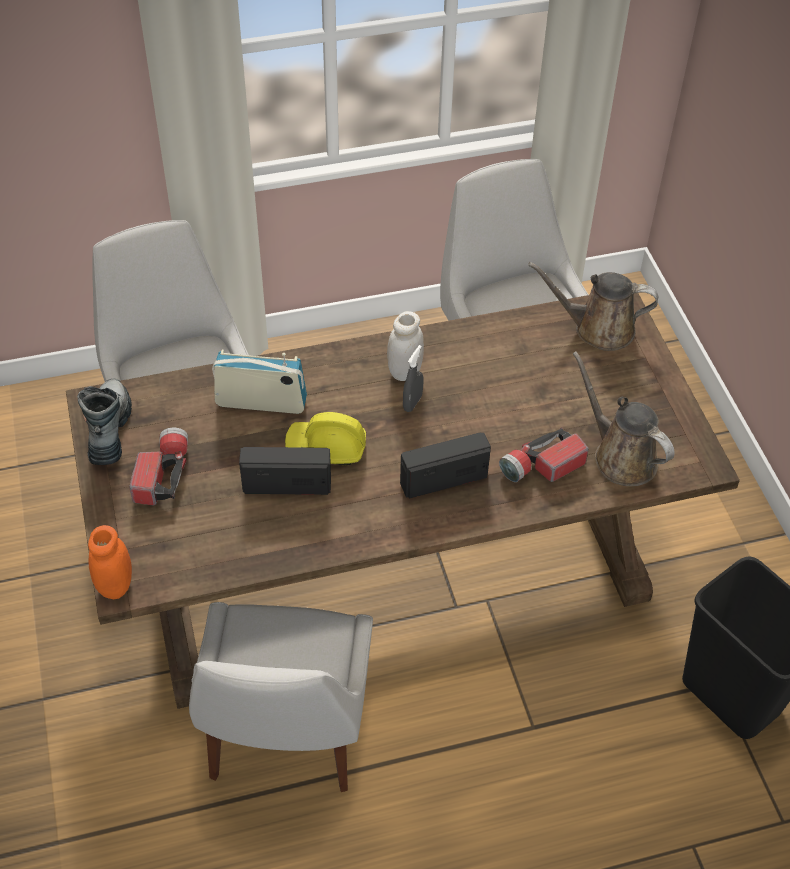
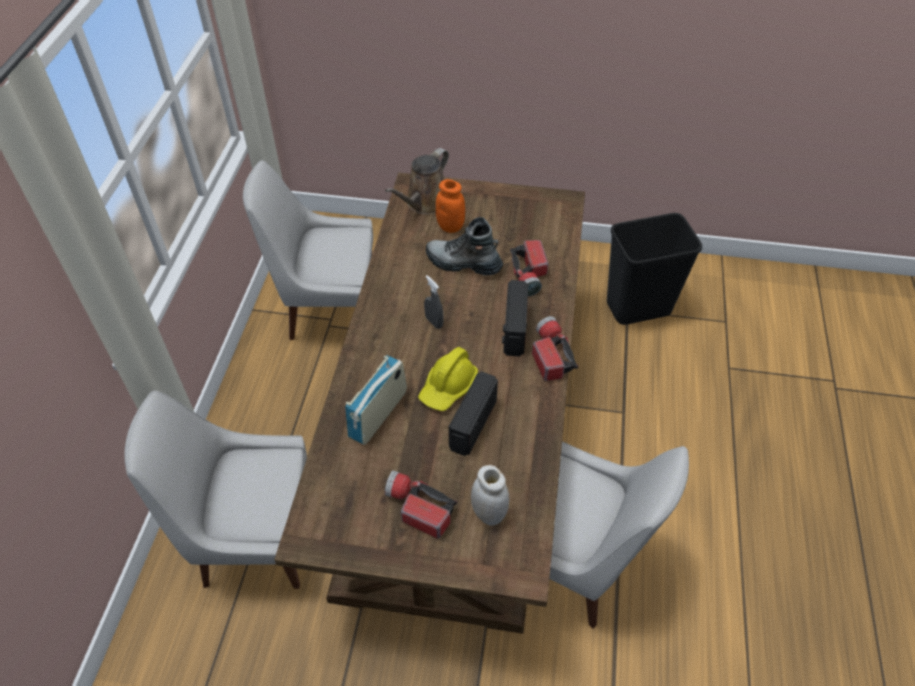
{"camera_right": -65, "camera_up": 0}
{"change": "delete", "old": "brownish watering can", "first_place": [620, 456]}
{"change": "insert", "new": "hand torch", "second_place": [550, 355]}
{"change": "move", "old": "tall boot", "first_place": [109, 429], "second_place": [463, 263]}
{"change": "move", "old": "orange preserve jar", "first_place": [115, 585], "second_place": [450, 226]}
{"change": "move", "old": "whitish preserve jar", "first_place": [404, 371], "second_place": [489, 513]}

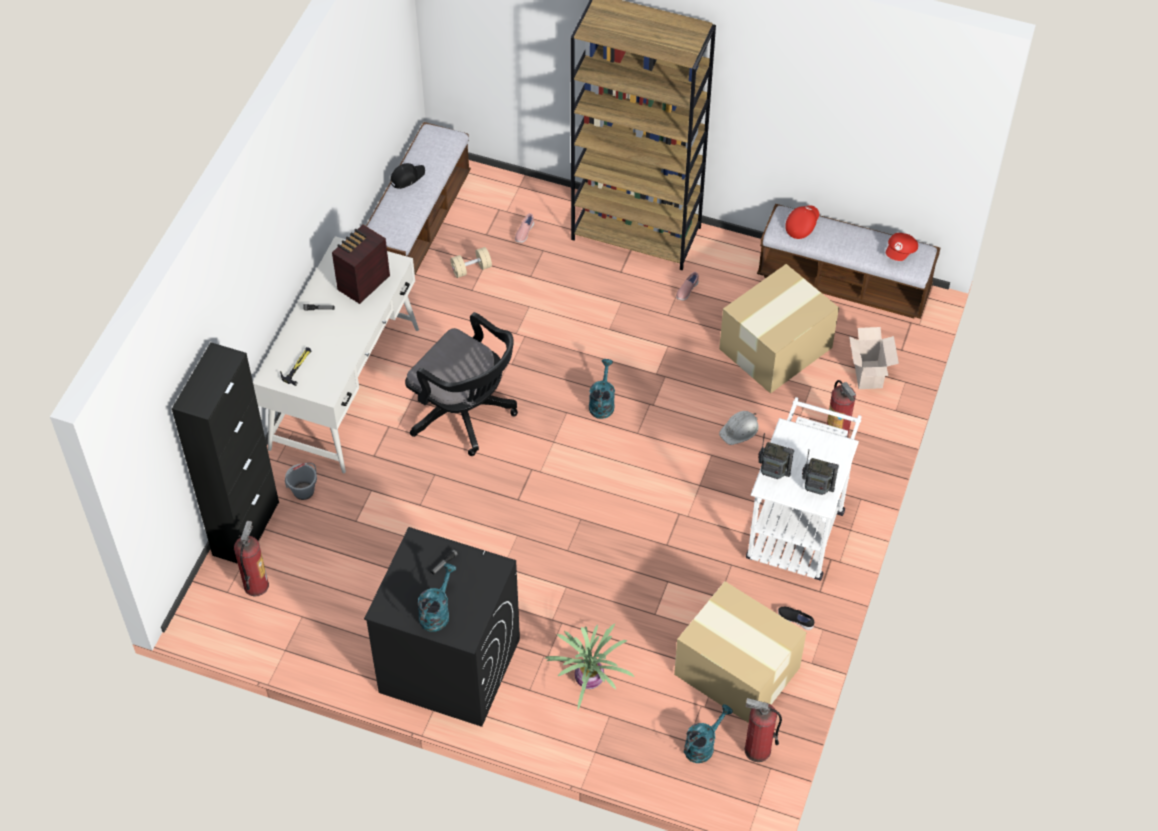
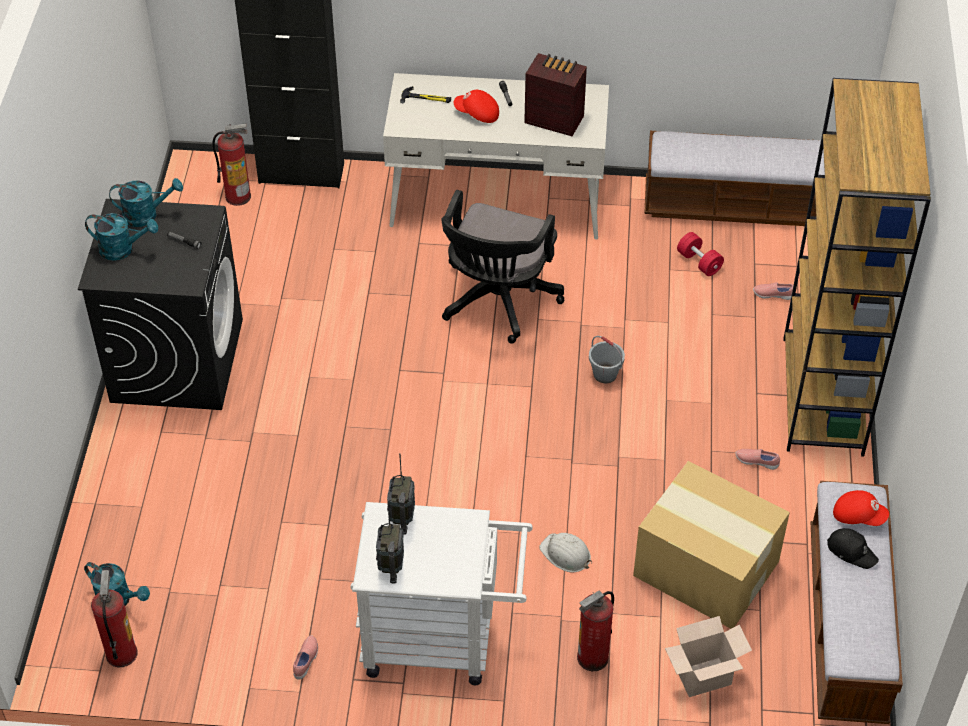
{"camera_right": 75, "camera_up": -5}
{"change": "delete", "old": "potted plant", "first_place": [588, 681]}
{"change": "delete", "old": "packing box", "first_place": [738, 672]}
{"change": "move", "old": "gray bucket", "first_place": [303, 491], "second_place": [605, 374]}
{"change": "move", "old": "black-coloured peaked cap", "first_place": [407, 177], "second_place": [851, 551]}
{"change": "move", "old": "blue-green watering can", "first_place": [602, 403], "second_place": [147, 215]}
{"change": "move", "old": "reddish peaked cap", "first_place": [900, 252], "second_place": [477, 114]}
{"change": "recolor", "old": "beige free weight", "new": "reddish free weight", "first_place": [471, 269], "second_place": [699, 262]}
{"change": "recolor", "old": "black-coloured item of footwear", "new": "pink-coloured item of footwear", "first_place": [795, 619], "second_place": [306, 660]}

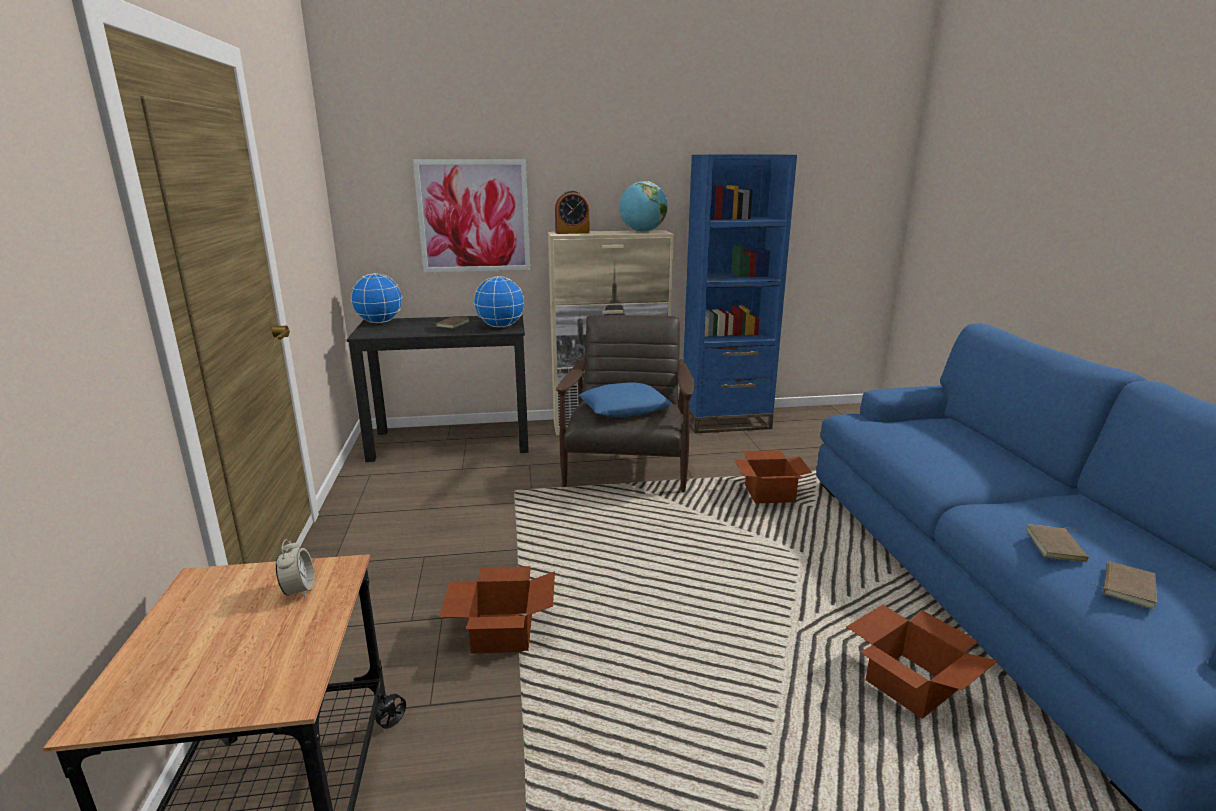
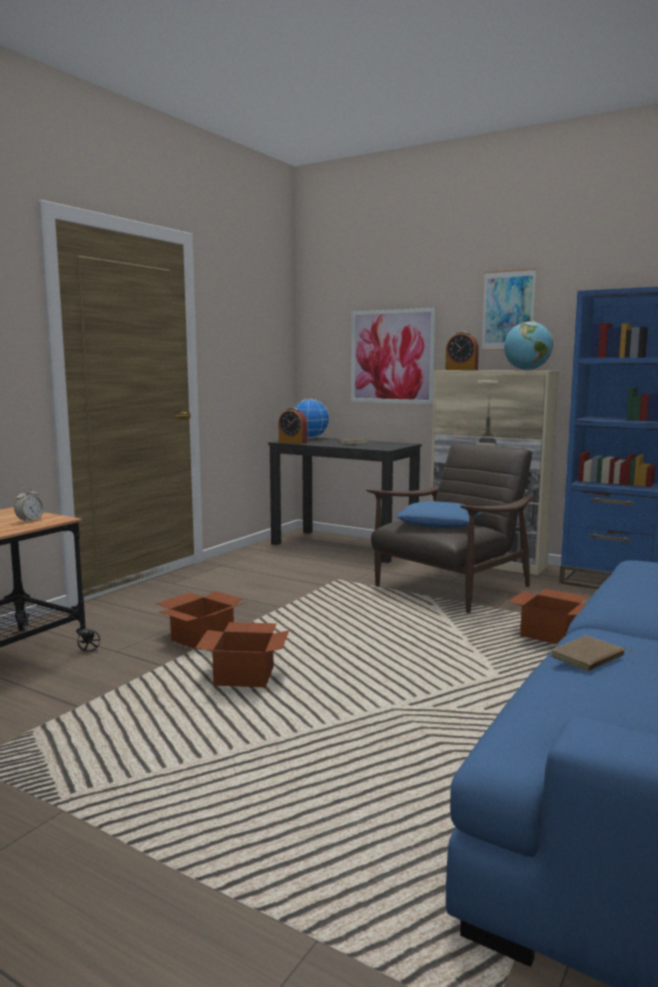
{"camera_right": 40, "camera_up": -10}
{"change": "delete", "old": "globe", "first_place": [500, 326]}
{"change": "delete", "old": "brownish bound book", "first_place": [1125, 586]}
{"change": "insert", "new": "bedside clock", "second_place": [293, 442]}
{"change": "insert", "new": "wall art", "second_place": [508, 310]}
{"change": "move", "old": "packing box", "first_place": [909, 684], "second_place": [246, 676]}

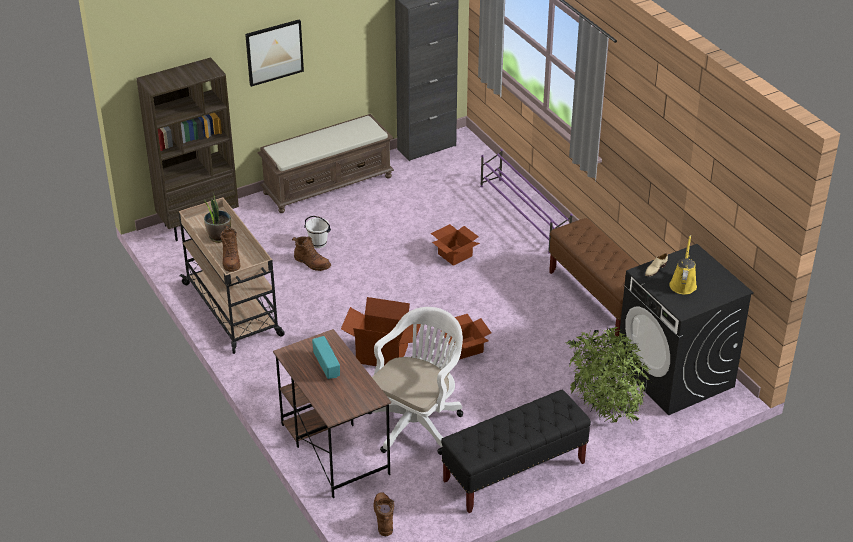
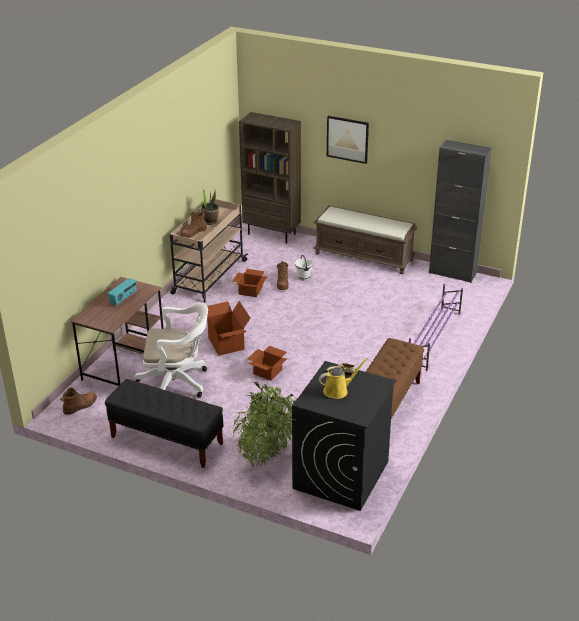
{"camera_right": 55, "camera_up": -5}
{"change": "move", "old": "packing box", "first_place": [455, 254], "second_place": [251, 290]}

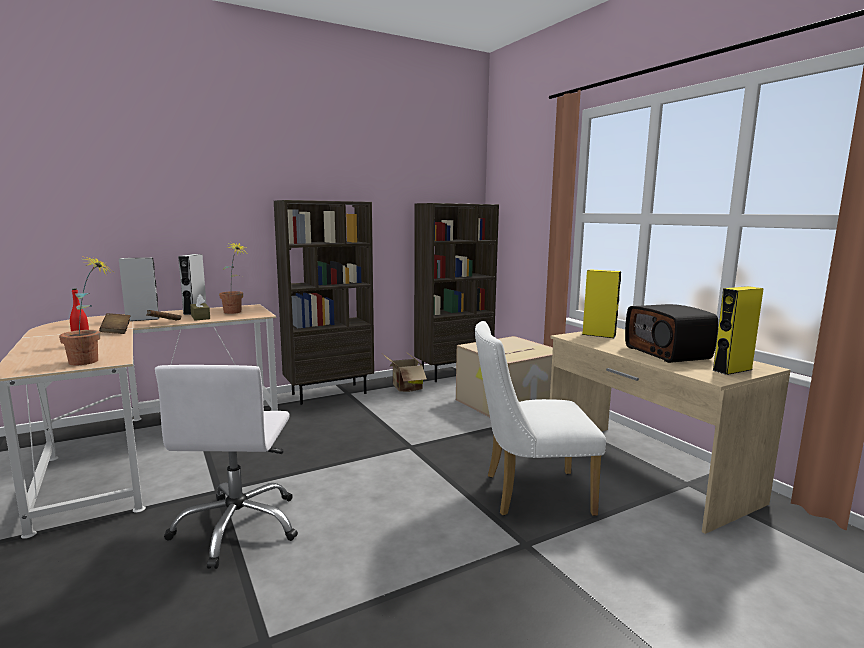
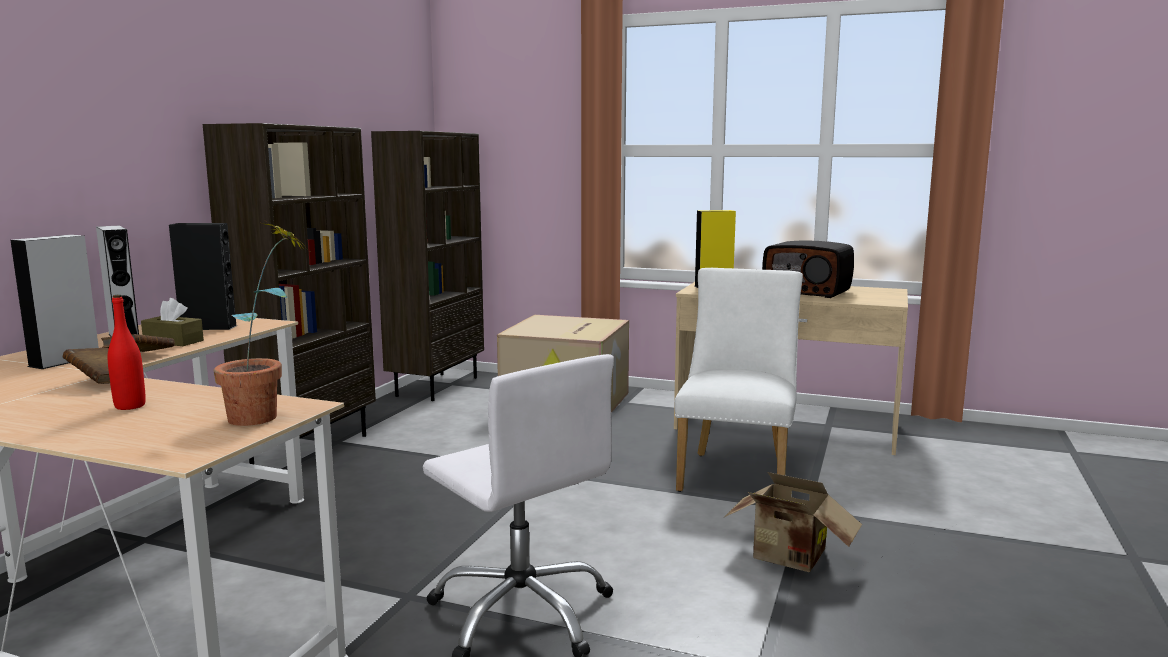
{"camera_right": -40, "camera_up": 0}
{"change": "delete", "old": "yellow-coloured loudspeaker", "first_place": [732, 370]}
{"change": "move", "old": "packing box", "first_place": [405, 388], "second_place": [789, 559]}
{"change": "replace", "old": "potted plant", "new": "black-coloured loudspeaker", "first_place": [235, 312], "second_place": [208, 327]}
{"change": "rotate", "old": "whitish upright chair", "first_place": [529, 494], "second_place": [736, 473], "degrees": 150}

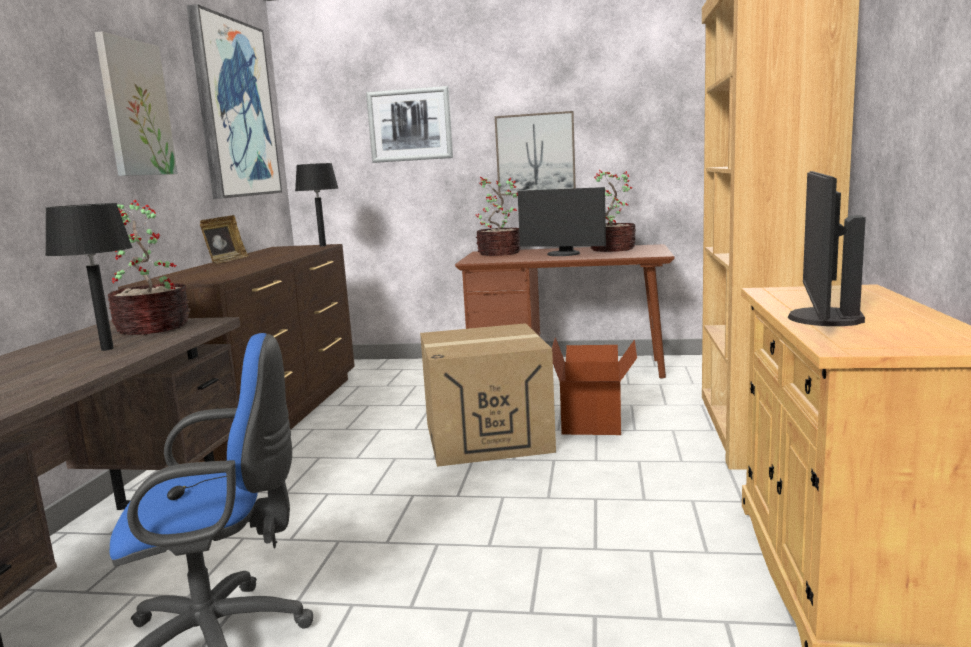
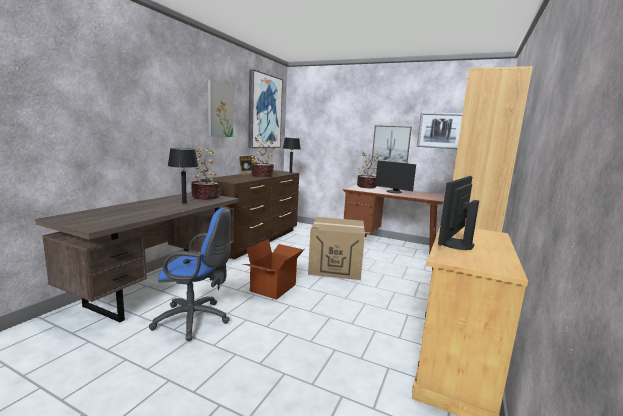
{"camera_right": 15, "camera_up": 0}
{"change": "move", "old": "wall art", "first_place": [410, 125], "second_place": [440, 130]}
{"change": "move", "old": "packing box", "first_place": [593, 422], "second_place": [274, 288]}
{"change": "move", "old": "potted plant", "first_place": [612, 249], "second_place": [261, 176]}

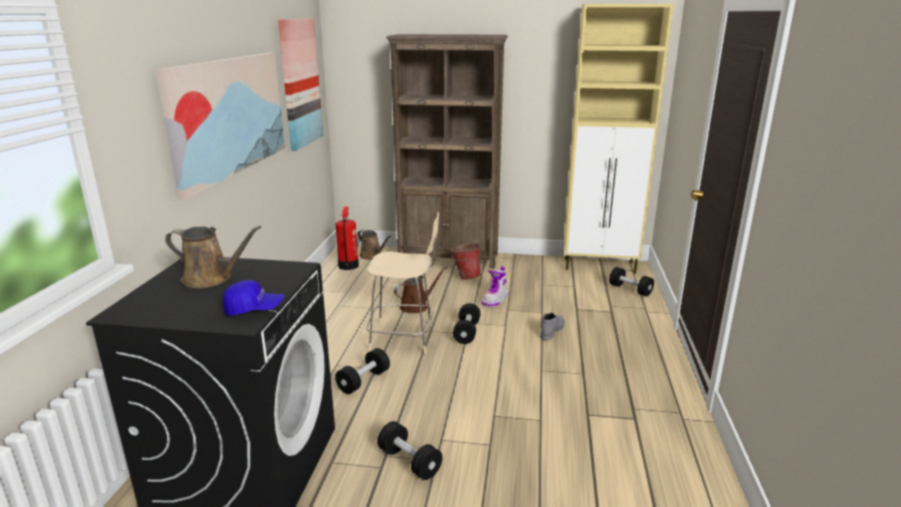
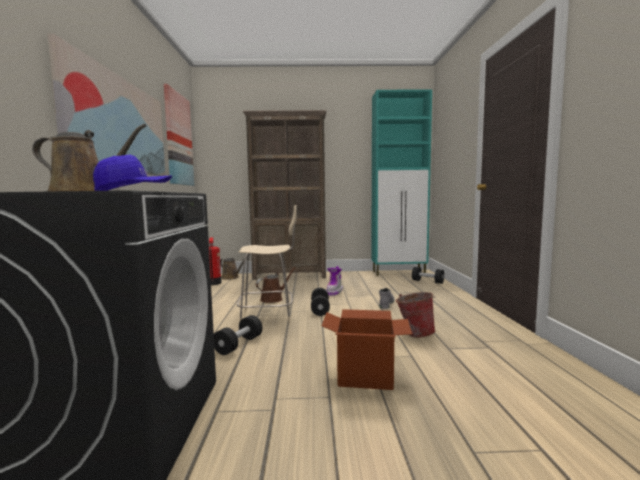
{"camera_right": -10, "camera_up": -15}
{"change": "delete", "old": "black-coloured free weight", "first_place": [409, 461]}
{"change": "insert", "new": "packing box", "second_place": [366, 377]}
{"change": "move", "old": "bucket", "first_place": [466, 276], "second_place": [415, 334]}
{"change": "recolor", "old": "beige cabinet", "new": "blue-green cabinet", "first_place": [600, 266], "second_place": [399, 273]}

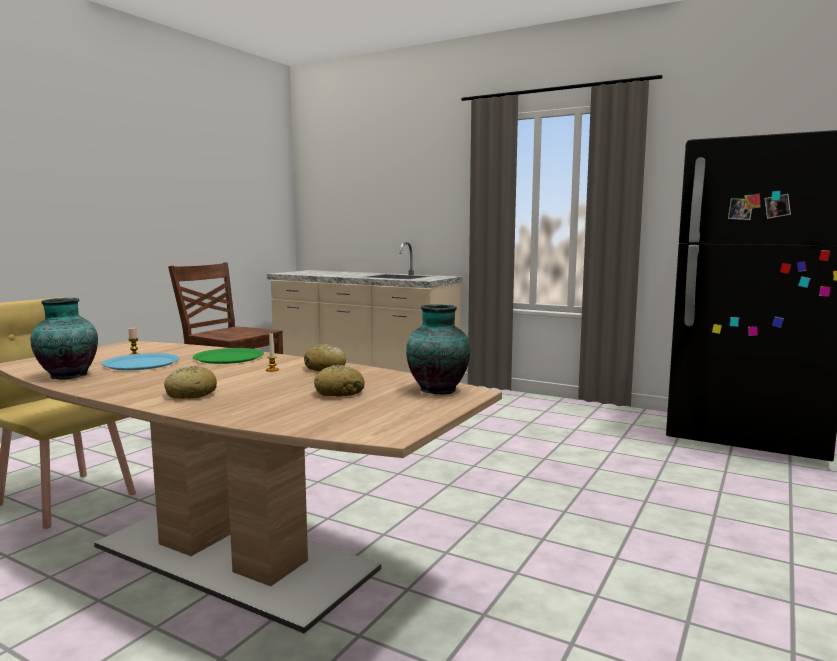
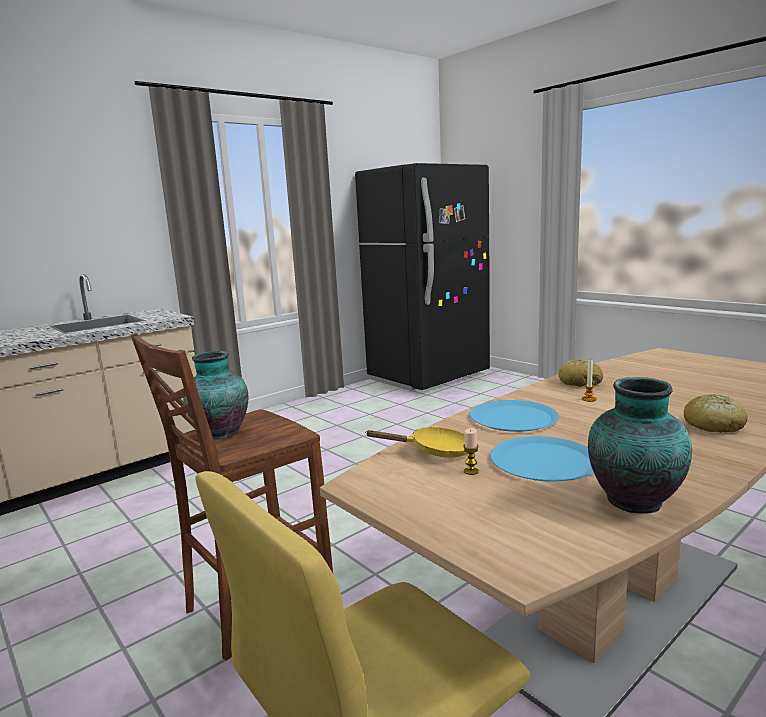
{"camera_right": -70, "camera_up": 5}
{"change": "delete", "old": "bakery bread", "first_place": [339, 393]}
{"change": "insert", "new": "yellow-coloured pan", "second_place": [435, 451]}
{"change": "move", "old": "vase", "first_place": [438, 389], "second_place": [219, 433]}
{"change": "recolor", "old": "green plate", "new": "bluish plate", "first_place": [228, 357], "second_place": [513, 418]}

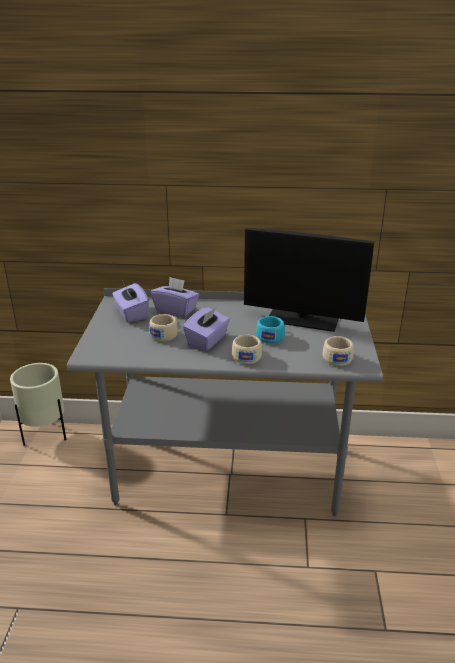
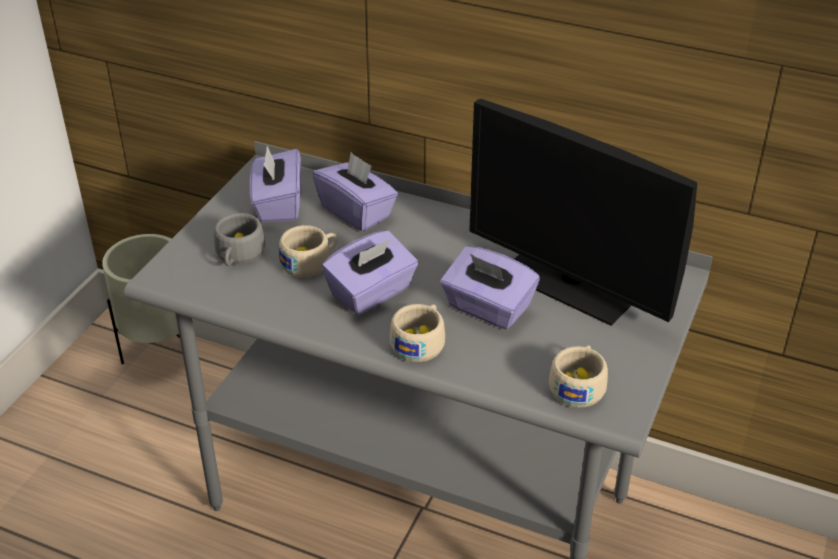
{"camera_right": 20, "camera_up": 10}
{"change": "insert", "new": "gray drinking cup", "second_place": [238, 255]}
{"change": "replace", "old": "blue-green drinking cup", "new": "purple tissue box", "first_place": [270, 336], "second_place": [487, 308]}

